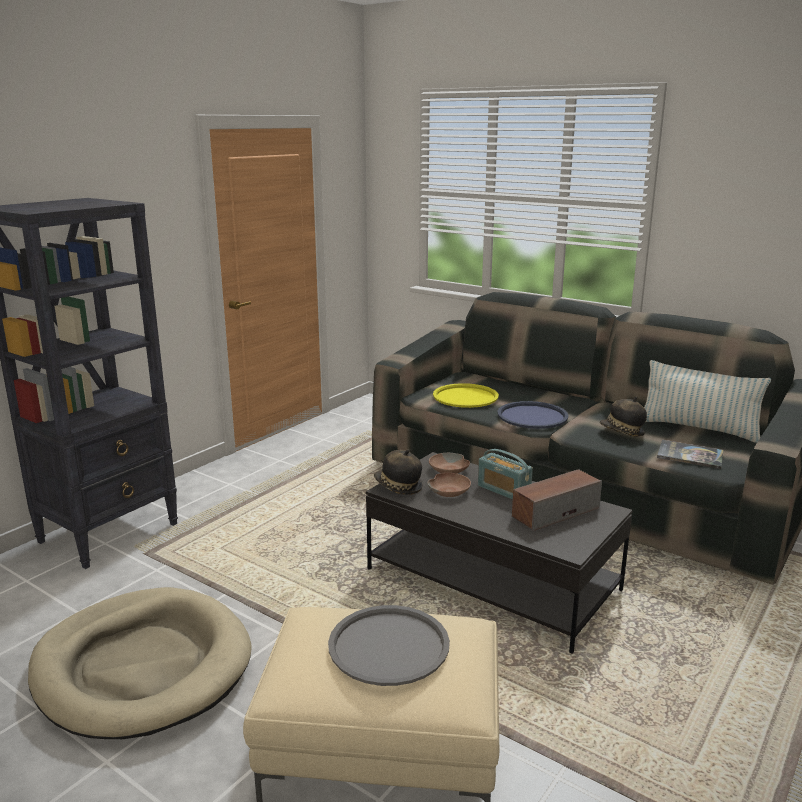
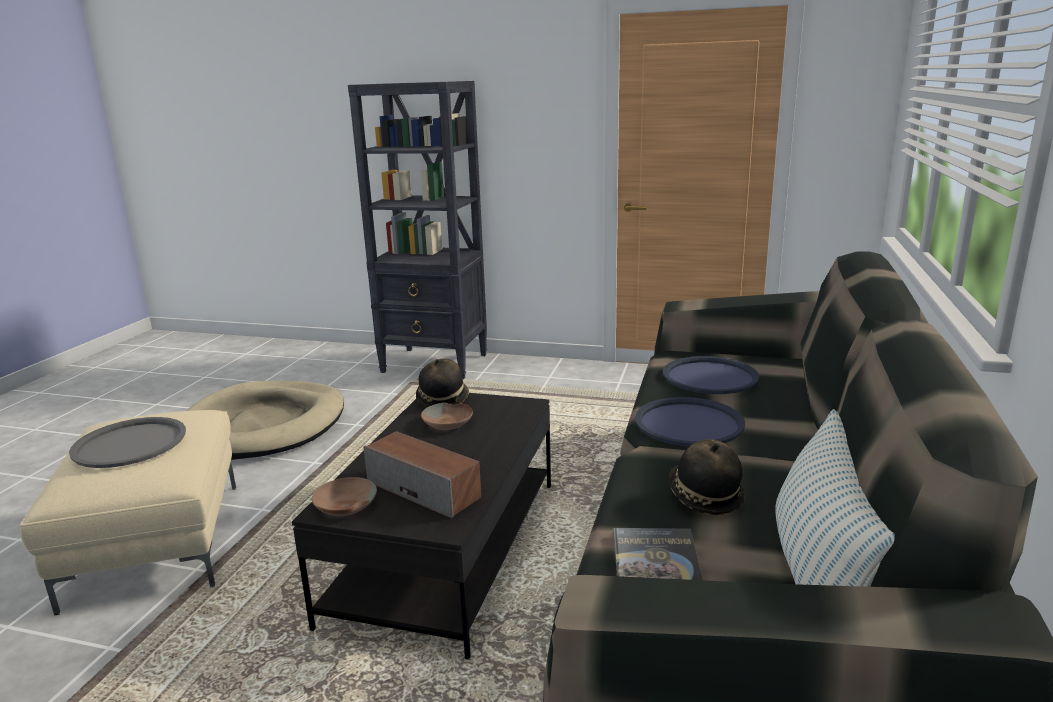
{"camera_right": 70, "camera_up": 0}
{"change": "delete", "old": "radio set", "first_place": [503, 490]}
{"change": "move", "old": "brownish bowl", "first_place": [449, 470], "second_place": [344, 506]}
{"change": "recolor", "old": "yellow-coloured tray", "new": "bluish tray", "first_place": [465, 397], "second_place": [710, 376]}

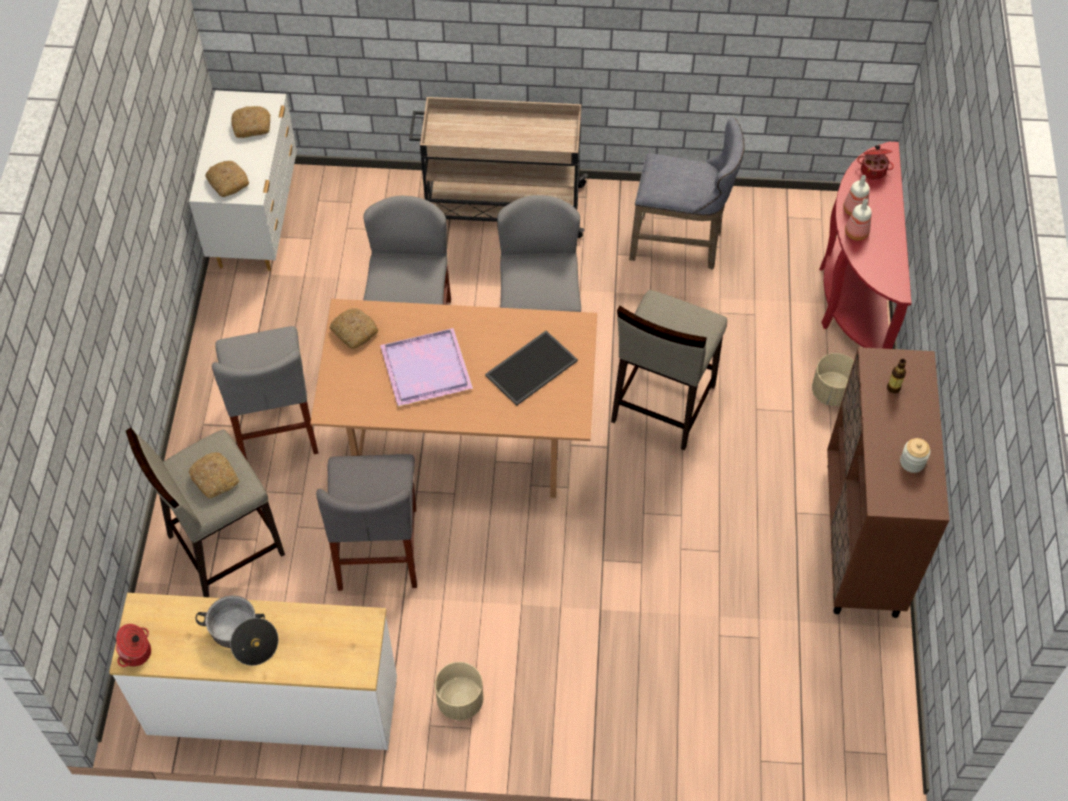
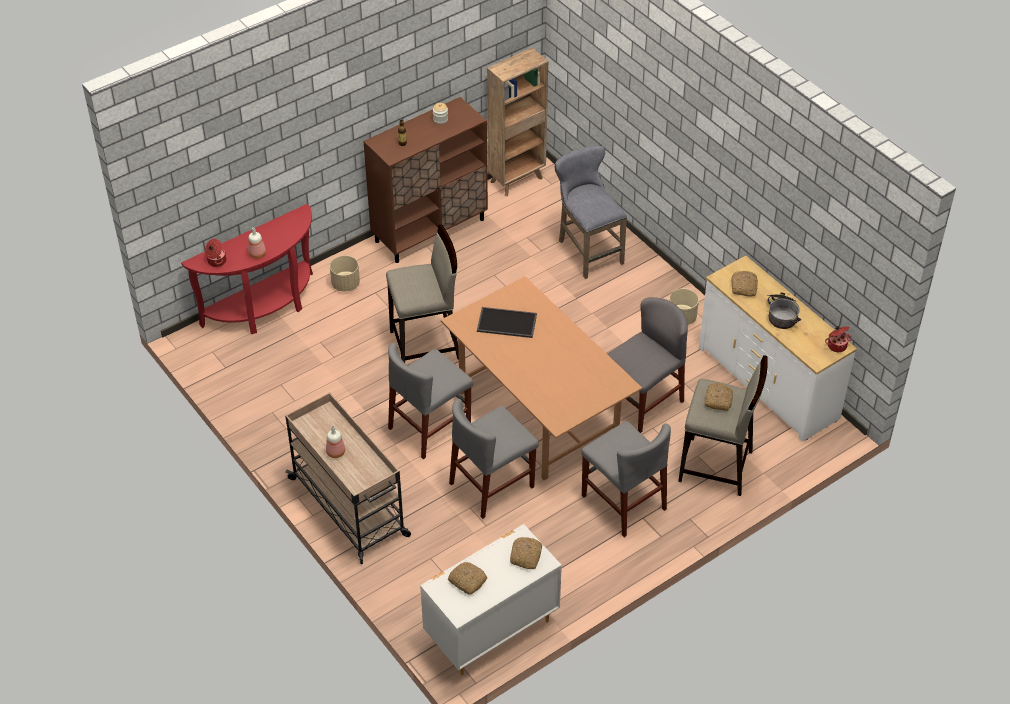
{"camera_right": -130, "camera_up": -10}
{"change": "delete", "old": "purple tray", "first_place": [425, 370]}
{"change": "insert", "new": "brownish shelving unit", "second_place": [517, 179]}
{"change": "move", "old": "bakery bread", "first_place": [353, 332], "second_place": [744, 287]}
{"change": "move", "old": "gray sitting stool", "first_place": [681, 244], "second_place": [587, 250]}
{"change": "move", "old": "bottle", "first_place": [855, 233], "second_place": [336, 452]}
{"change": "rotate", "old": "gray upright chair", "first_place": [275, 424], "second_place": [623, 502], "degrees": 105}

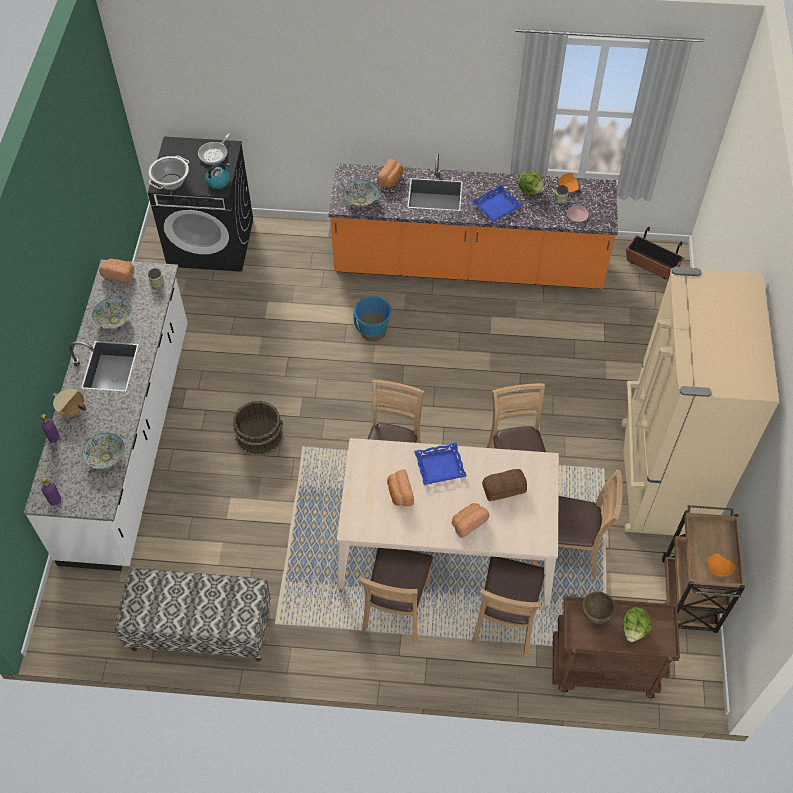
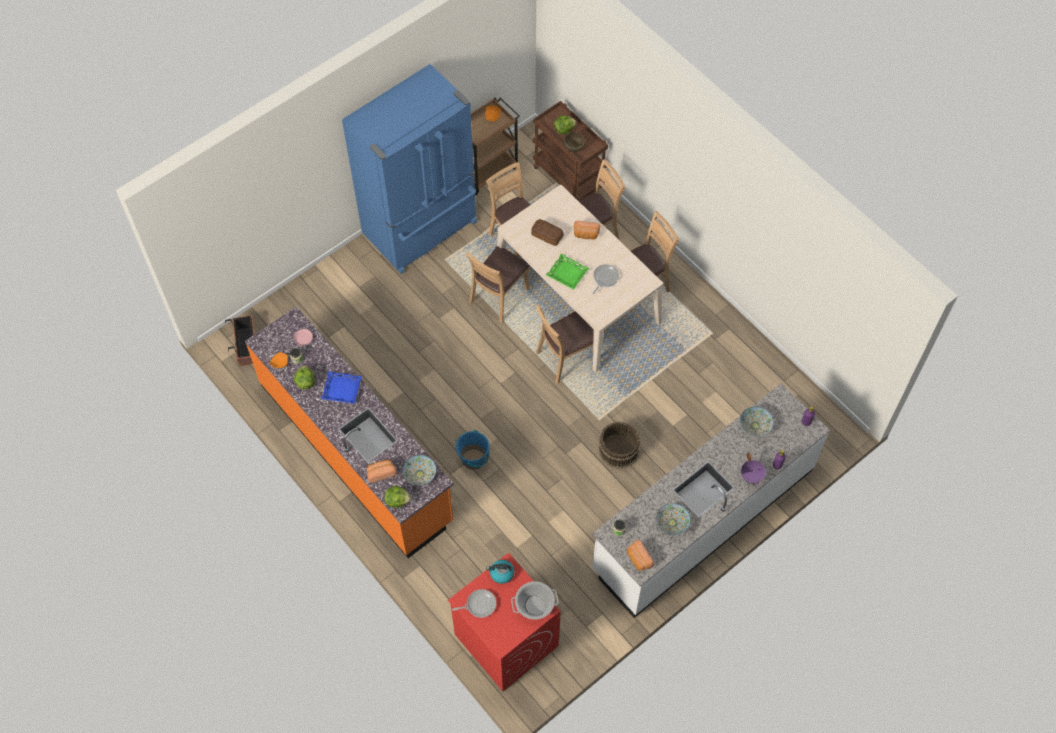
{"camera_right": -135, "camera_up": 5}
{"change": "delete", "old": "long seat", "first_place": [200, 629]}
{"change": "insert", "new": "head of lettuce", "second_place": [397, 500]}
{"change": "replace", "old": "bakery bread", "new": "pan", "first_place": [399, 493], "second_place": [604, 278]}
{"change": "recolor", "old": "beige stockpot", "new": "purple stockpot", "first_place": [72, 410], "second_place": [752, 476]}
{"change": "recolor", "old": "black-coloured laundry appliance", "new": "reddish laundry appliance", "first_place": [211, 242], "second_place": [505, 640]}
{"change": "recolor", "old": "bluish tray", "new": "green tray", "first_place": [440, 466], "second_place": [567, 273]}
{"change": "recolor", "old": "beige kitchen fridge", "new": "bluish kitchen fridge", "first_place": [660, 478], "second_place": [422, 229]}

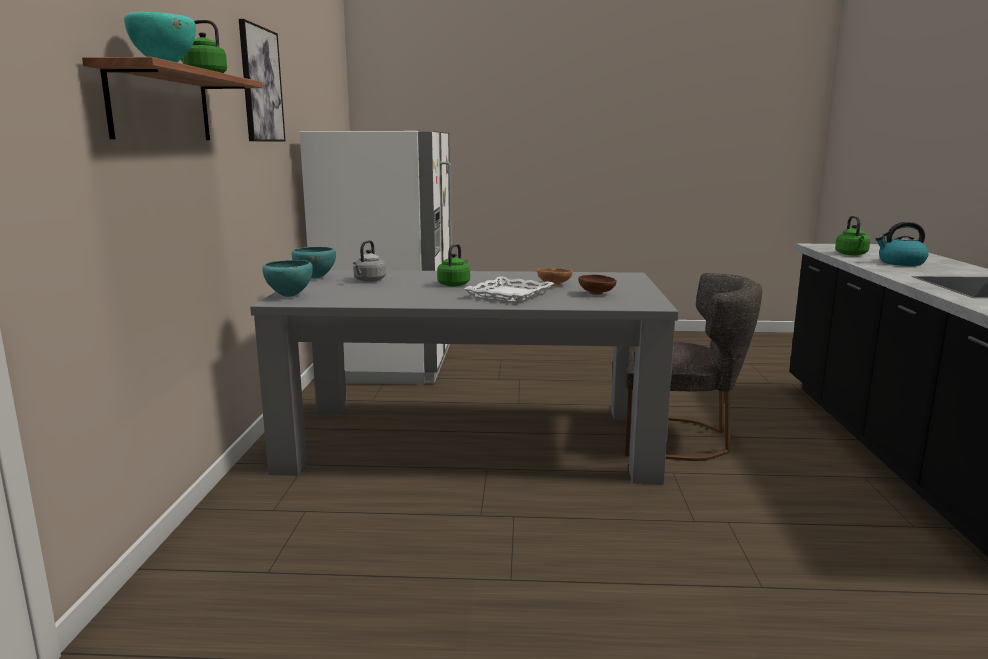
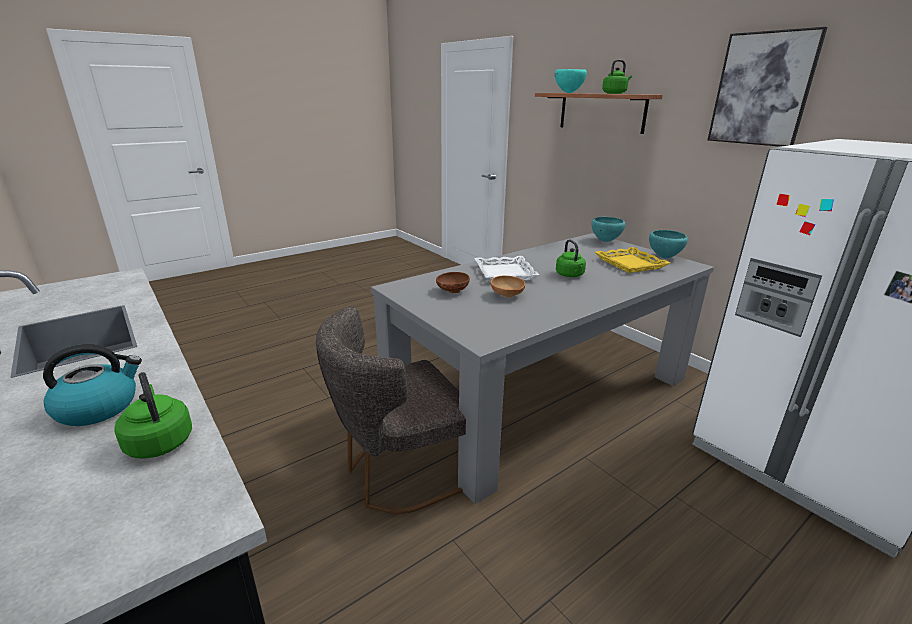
{"camera_right": 140, "camera_up": 10}
{"change": "replace", "old": "gray tea kettle", "new": "yellow-coloured tray", "first_place": [369, 280], "second_place": [629, 264]}

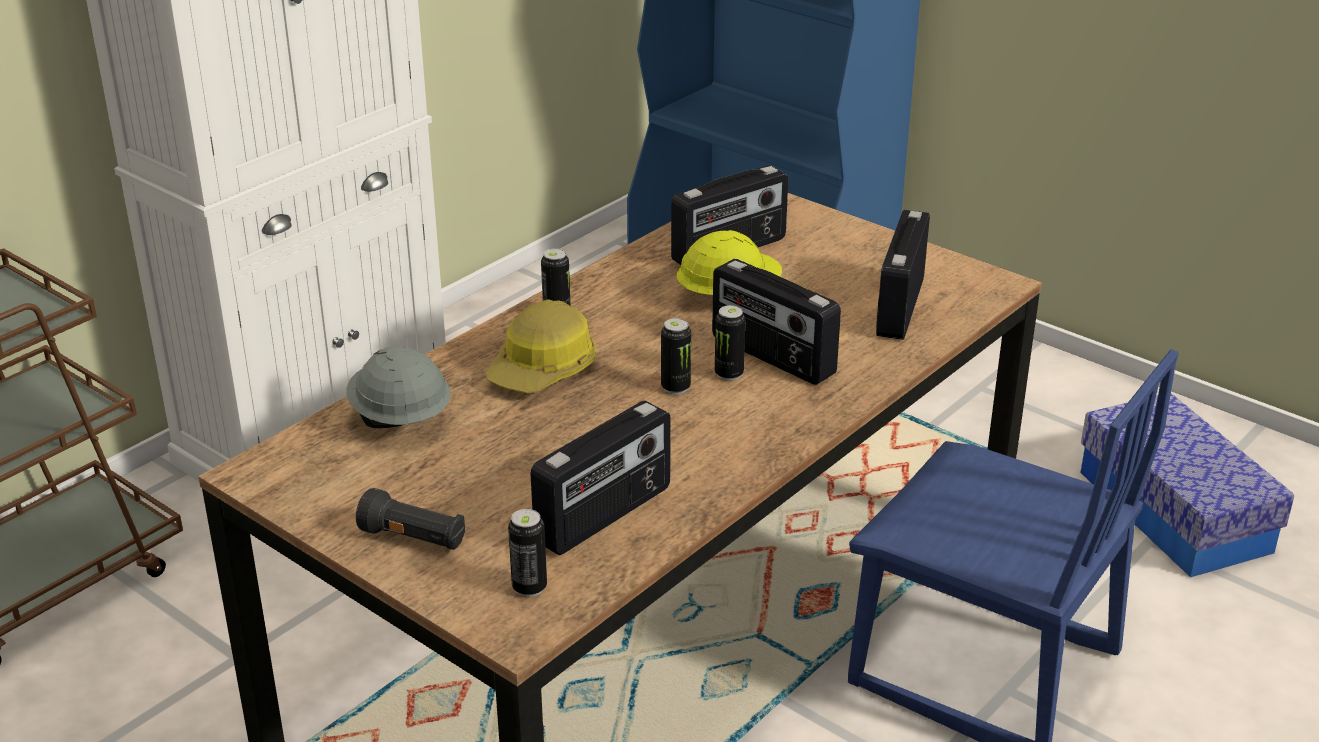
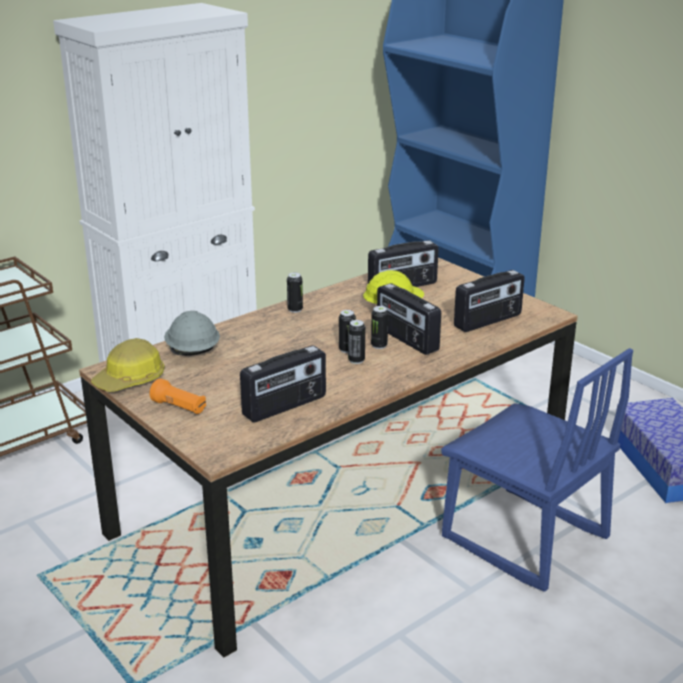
{"camera_right": 10, "camera_up": -5}
{"change": "move", "old": "work helmet", "first_place": [544, 369], "second_place": [131, 380]}
{"change": "move", "old": "sealed can", "first_place": [529, 587], "second_place": [356, 360]}
{"change": "recolor", "old": "black-coloured hand torch", "new": "orange hand torch", "first_place": [414, 539], "second_place": [179, 408]}
{"change": "rotate", "old": "radio set", "first_place": [898, 307], "second_place": [488, 321], "degrees": -150}

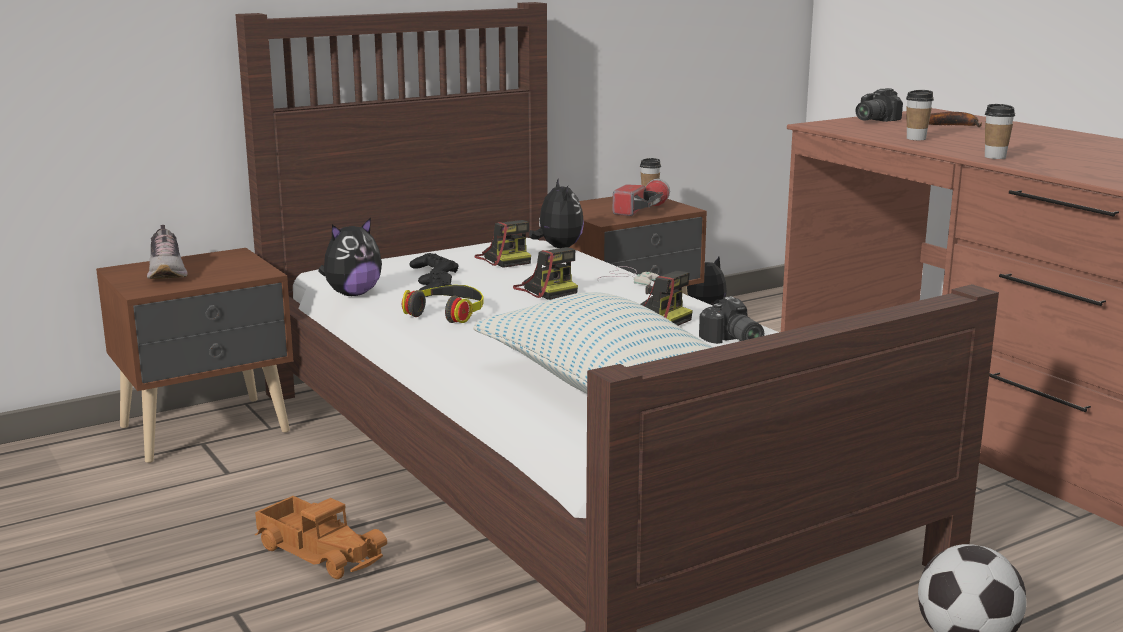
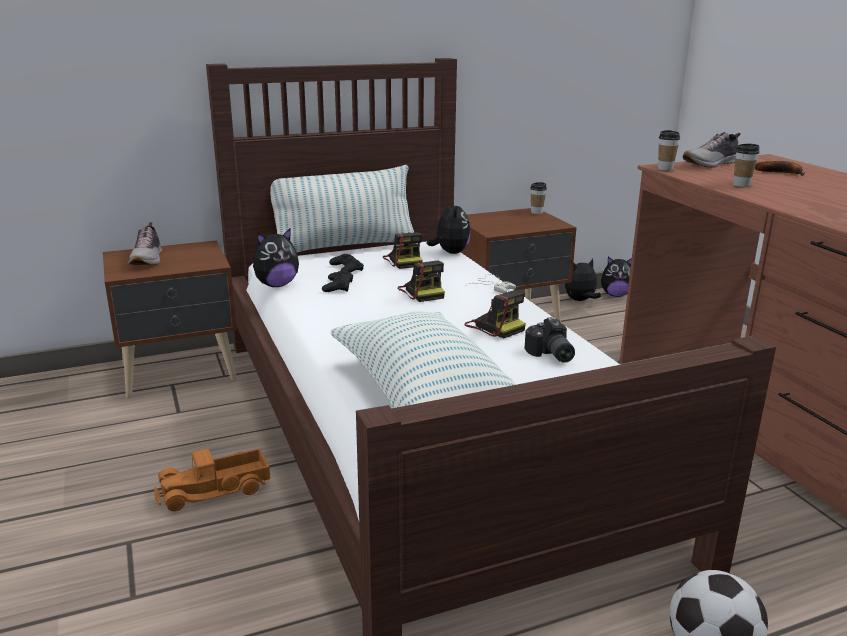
{"camera_right": 10, "camera_up": 5}
{"change": "delete", "old": "headset", "first_place": [447, 312]}
{"change": "delete", "old": "hand torch", "first_place": [642, 209]}
{"change": "insert", "new": "throw pillow", "second_place": [345, 248]}
{"change": "insert", "new": "cuddly toy", "second_place": [615, 295]}
{"change": "move", "old": "drinking cup", "first_place": [995, 157], "second_place": [665, 169]}
{"change": "replace", "old": "photo camera", "new": "item of footwear", "first_place": [871, 120], "second_place": [711, 164]}
{"change": "rotate", "old": "model truck", "first_place": [321, 550], "second_place": [215, 490], "degrees": 105}

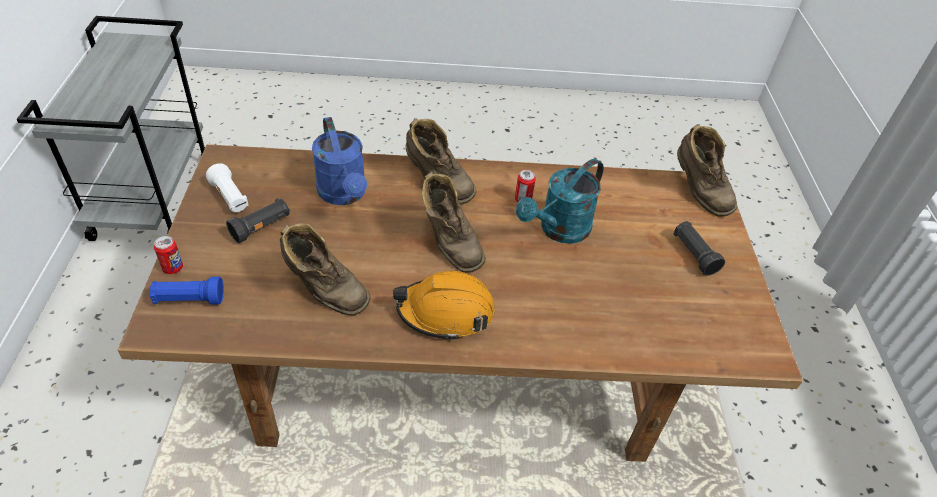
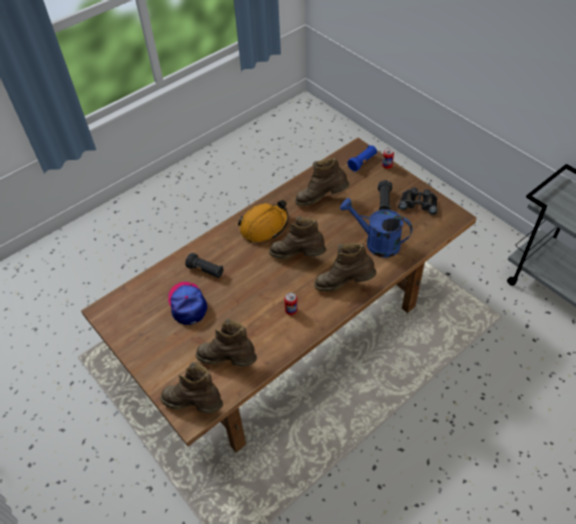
{"camera_right": 145, "camera_up": 5}
{"change": "delete", "old": "blue-green watering can", "first_place": [559, 230]}
{"change": "insert", "new": "peaked cap", "second_place": [187, 304]}
{"change": "insert", "new": "brownish tall boot", "second_place": [228, 360]}
{"change": "move", "old": "black-coloured hand torch", "first_place": [694, 255], "second_place": [206, 271]}
{"change": "replace", "old": "whitish hand torch", "new": "black-coloured pair of binoculars", "first_place": [230, 198], "second_place": [418, 203]}

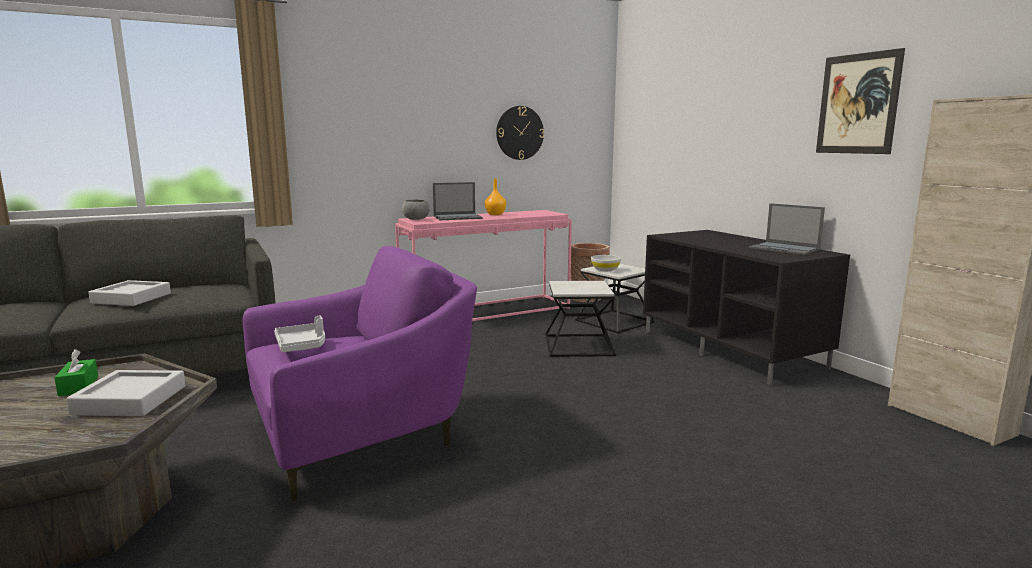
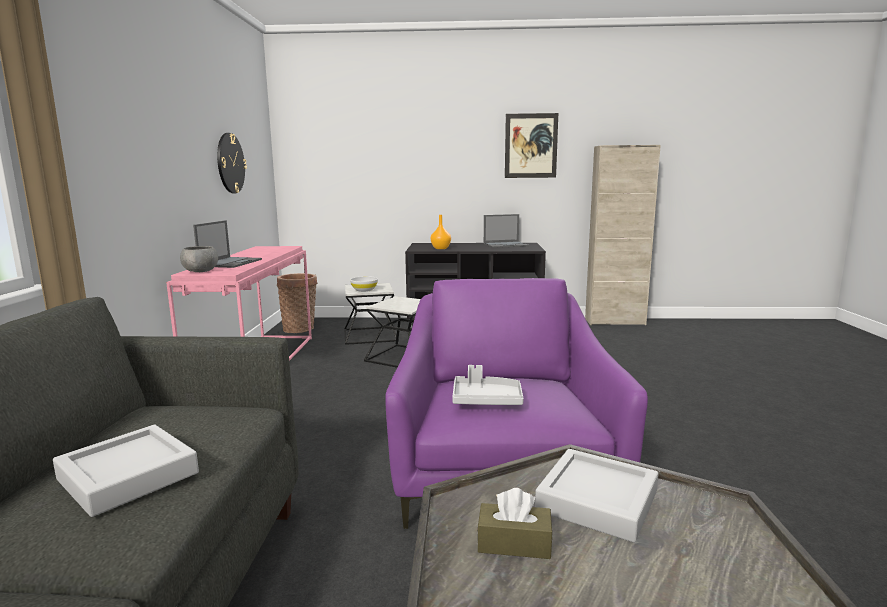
{"camera_right": -60, "camera_up": 0}
{"change": "move", "old": "orange vase", "first_place": [495, 214], "second_place": [441, 248]}
{"change": "recolor", "old": "green tissue box", "new": "brownish tissue box", "first_place": [78, 386], "second_place": [514, 543]}

